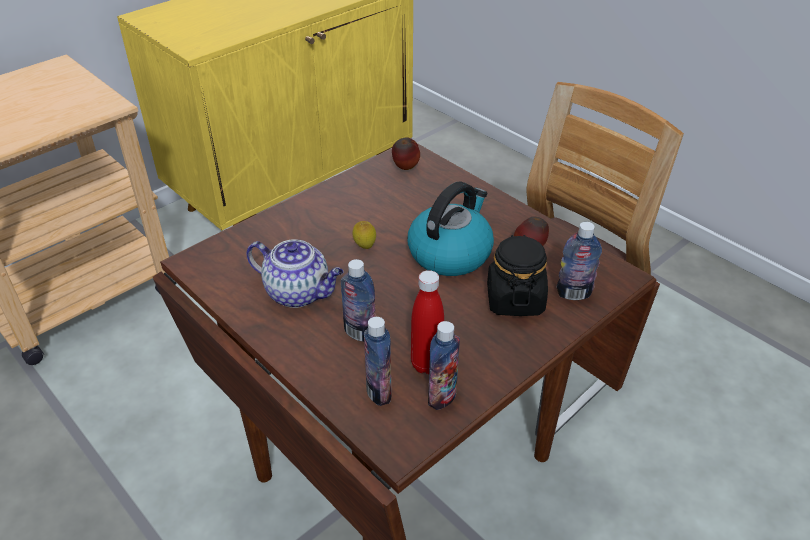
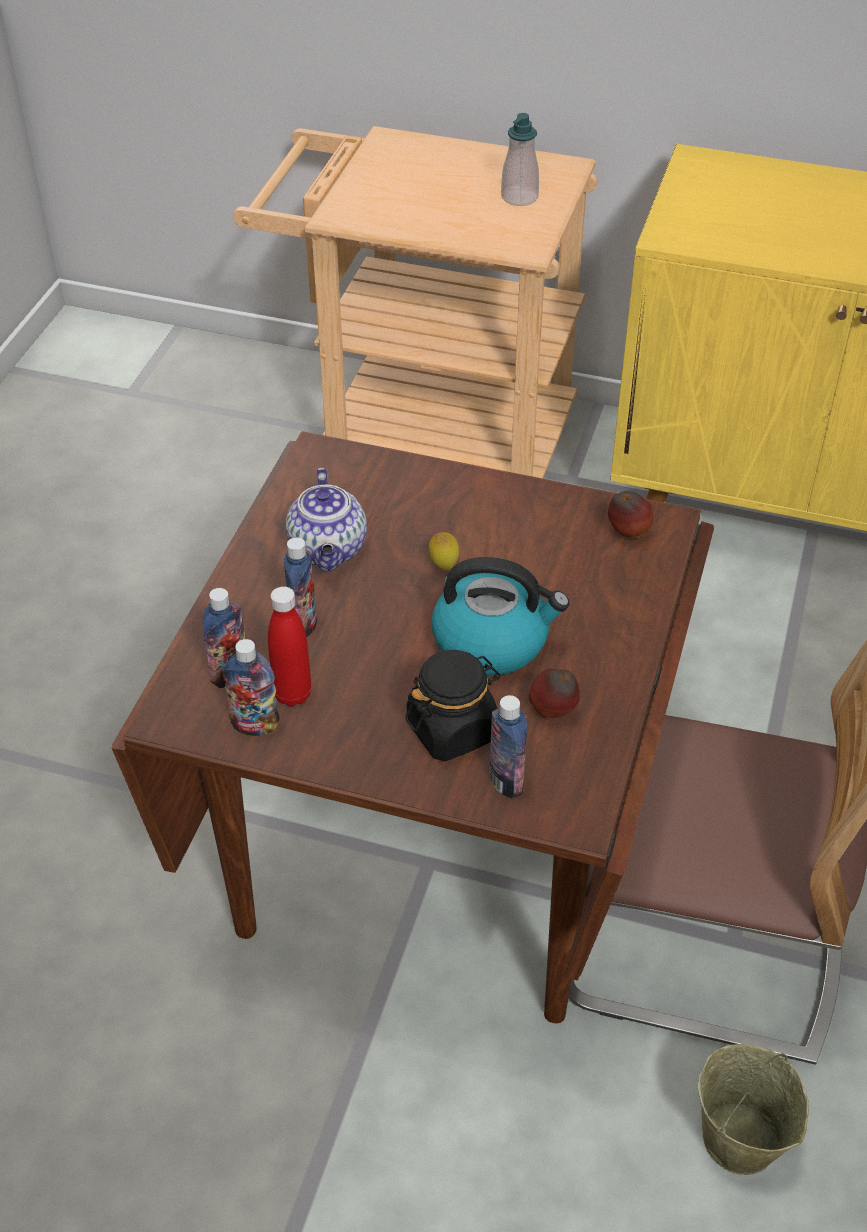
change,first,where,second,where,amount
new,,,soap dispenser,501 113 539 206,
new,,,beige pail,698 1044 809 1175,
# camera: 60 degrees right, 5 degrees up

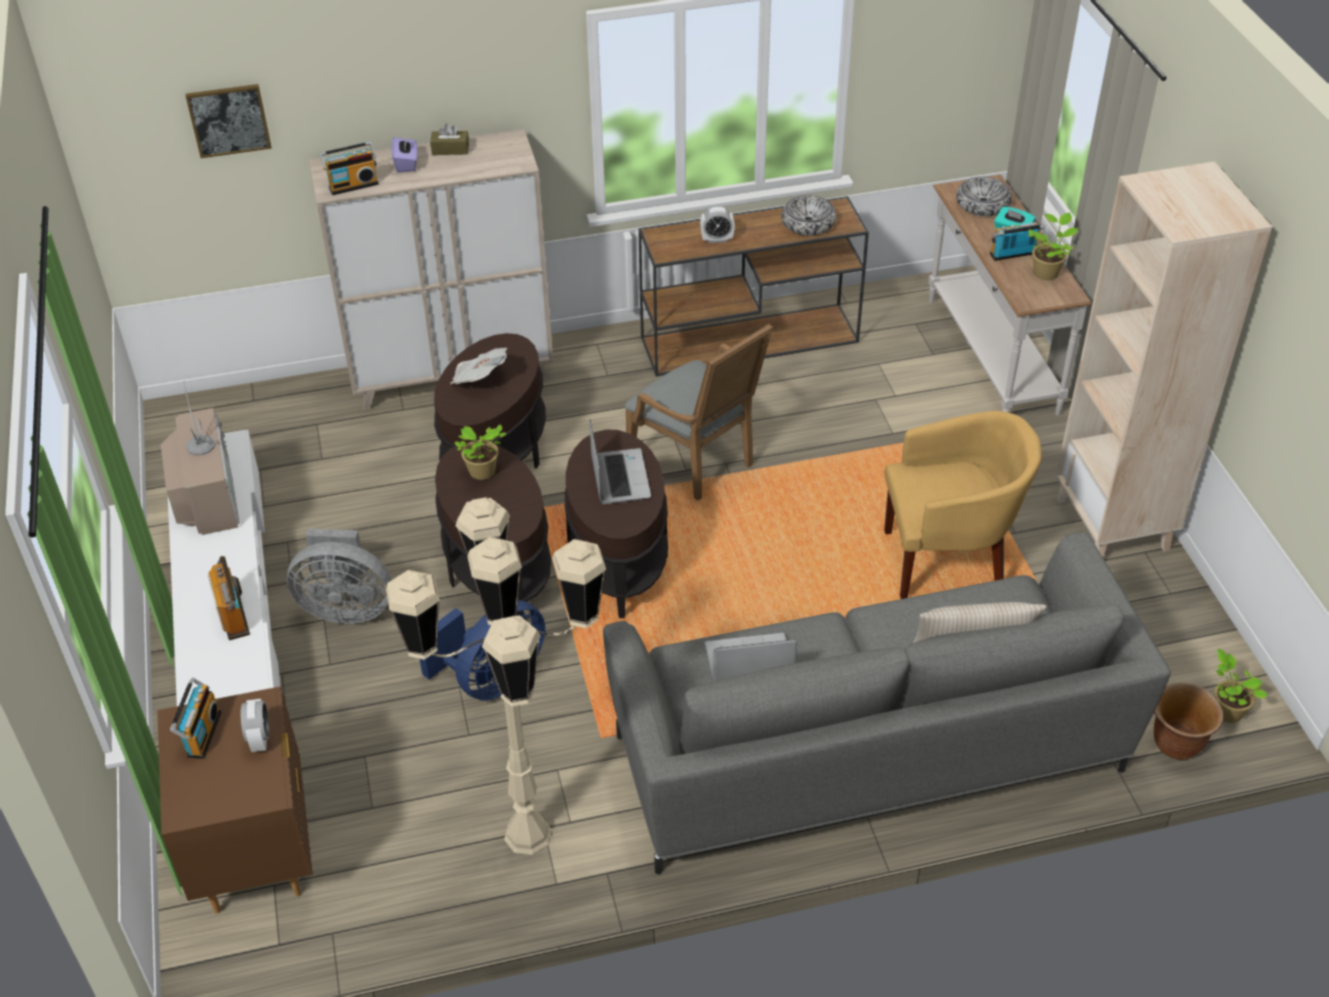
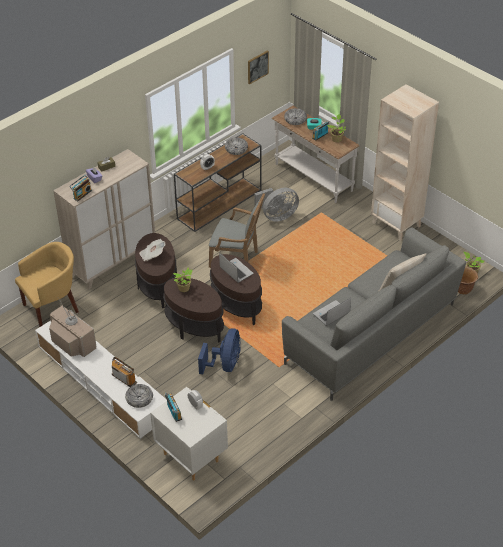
change,first,where,second,where,amount
repainted,brown nightstand,157 686 313 914,white nightstand,150 387 228 481,
shifted,wall art,185 84 272 158,,248 50 269 85,
shifted,grey electric fan,287 528 391 624,,254 188 299 222,
gone,beige standing lamp,386 497 606 855,,,
shifted,yellow lounge chair,884 411 1041 599,,15 242 79 327,
new,,,bowl,125 384 153 408,
# camera: 30 degrees left, 0 degrees up

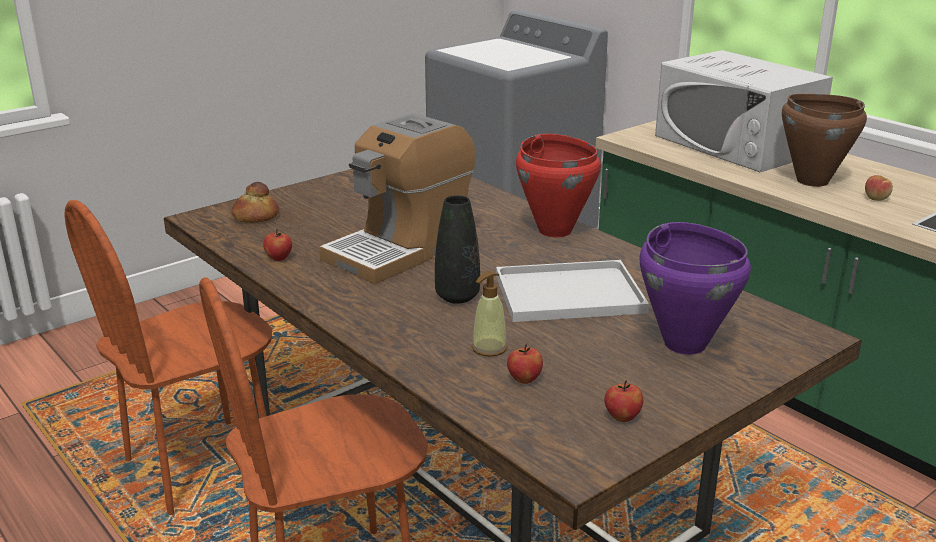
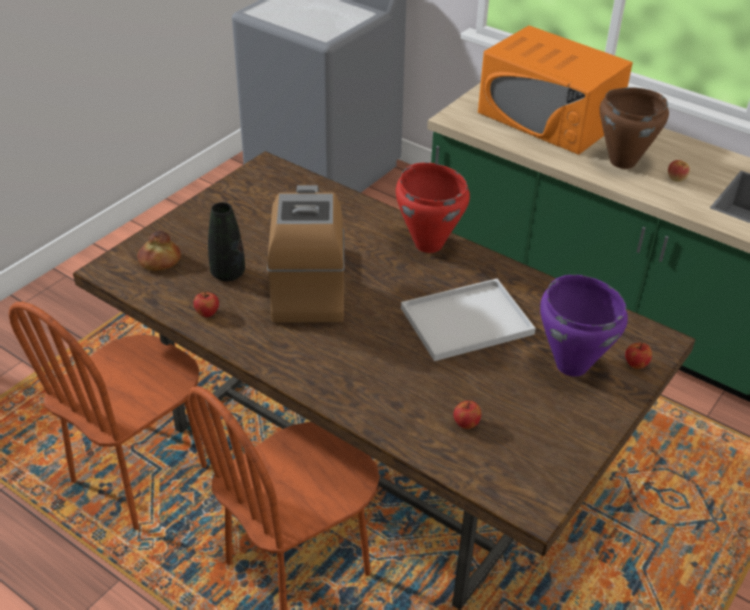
change,first,where,second,where,amount
rotated,coffee machine,319 113 476 284,,267 185 344 323,150 degrees clockwise
shifted,black-coloured vase,435 195 480 304,,208 202 245 282,
gone,soap dispenser,471 271 507 357,,,
shifted,whole apple,605 380 643 422,,625 343 652 369,
repainted,white kitchen microwave,655 50 833 172,orange kitchen microwave,478 25 633 155,
# camera: 15 degrees left, 15 degrees up

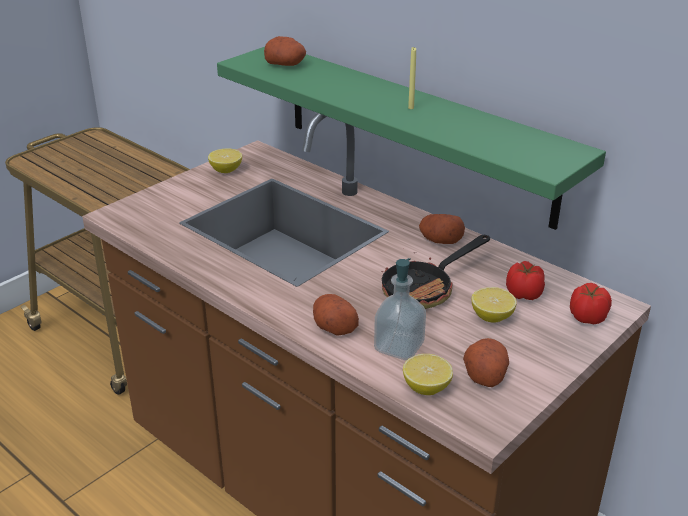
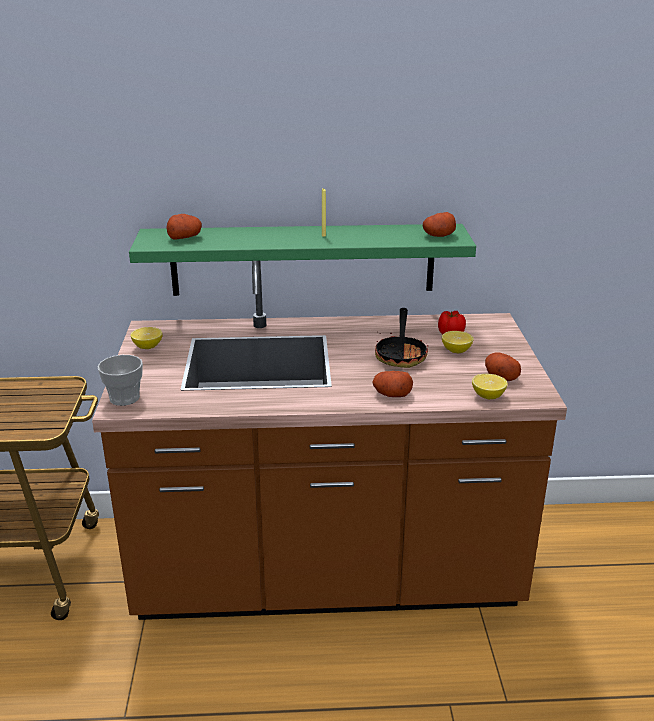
change,first,where,second,where,amount
gone,soap dispenser,374 258 426 360,,,
shifted,spud,419 214 465 244,,423 212 456 237,
gone,fresh tomato,570 283 612 324,,,
new,,,drinking cup,97 355 143 406,
# camera: 45 degrees left, 5 degrees down

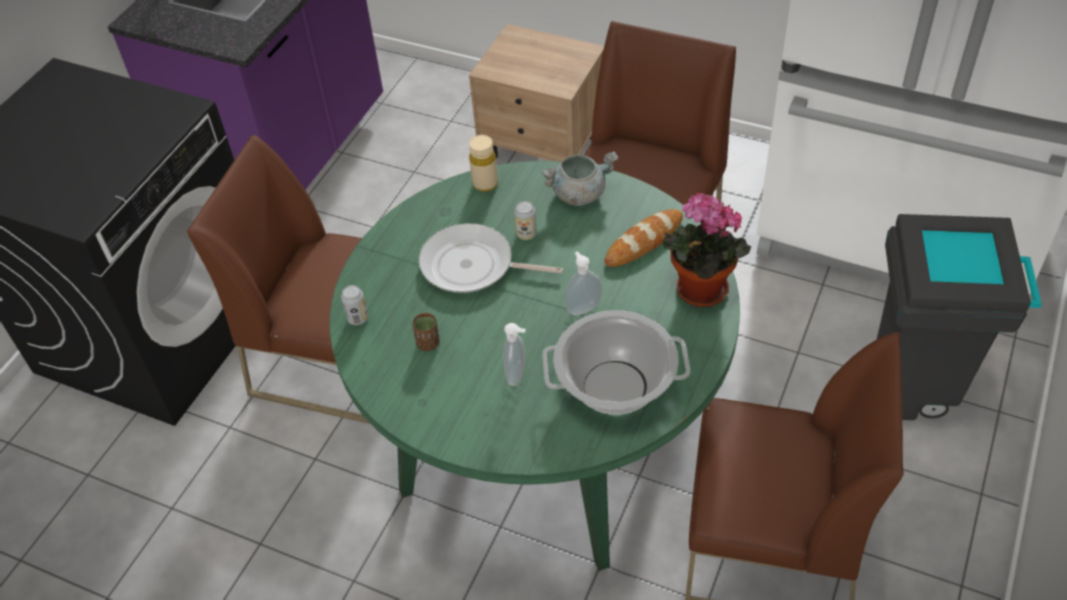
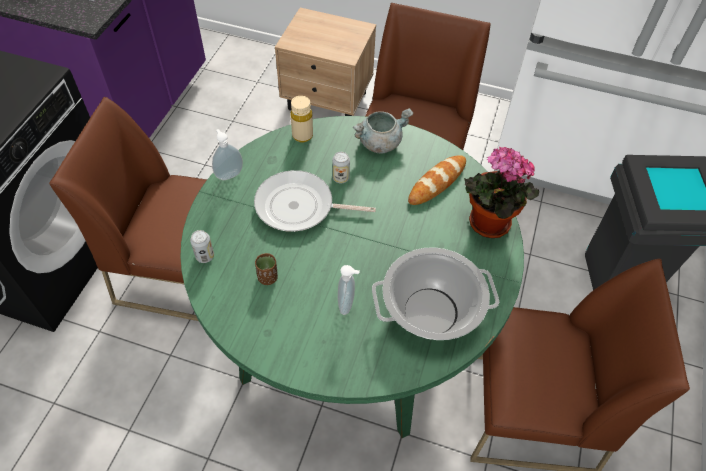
change,first,where,second,where,amount
shifted,soap dispenser,565 251 602 315,,212 129 243 180,
# camera: 10 degrees left, 5 degrees up

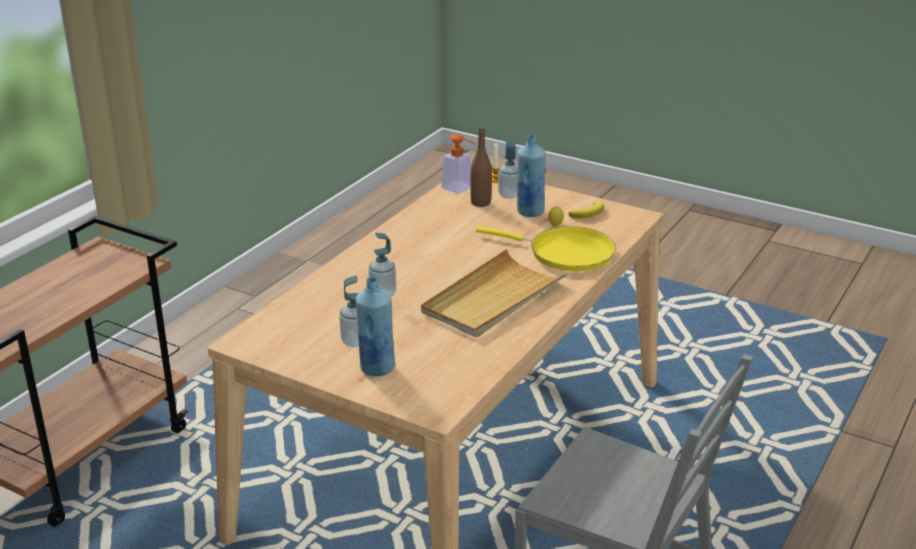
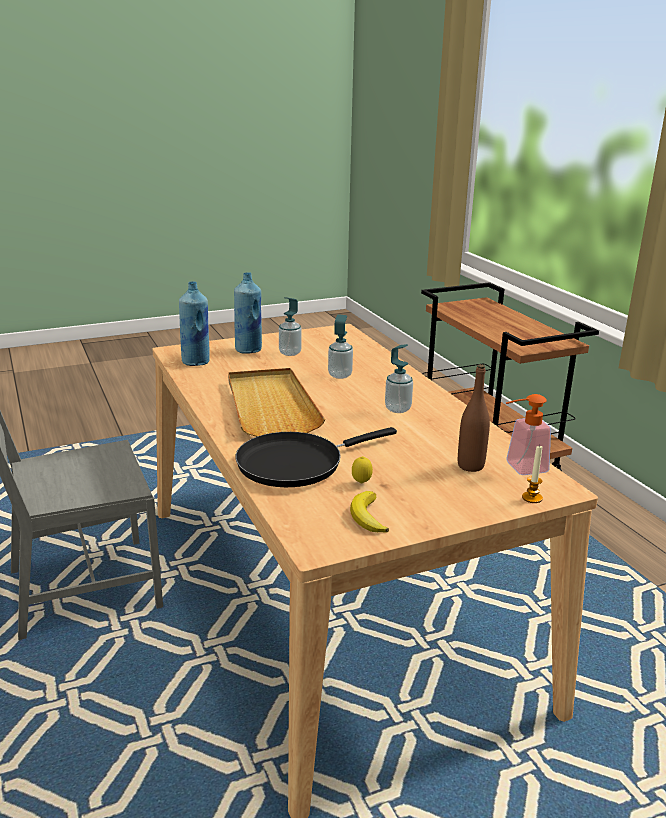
change,first,where,second,where,amount
repainted,yellow skillet,476 226 616 271,black-coloured skillet,235 427 397 487,
shifted,soap dispenser,498 140 517 199,,385 344 413 413,
shifted,blue bottle,517 135 546 217,,179 281 210 366,
# camera: 125 degrees right, 5 degrees down

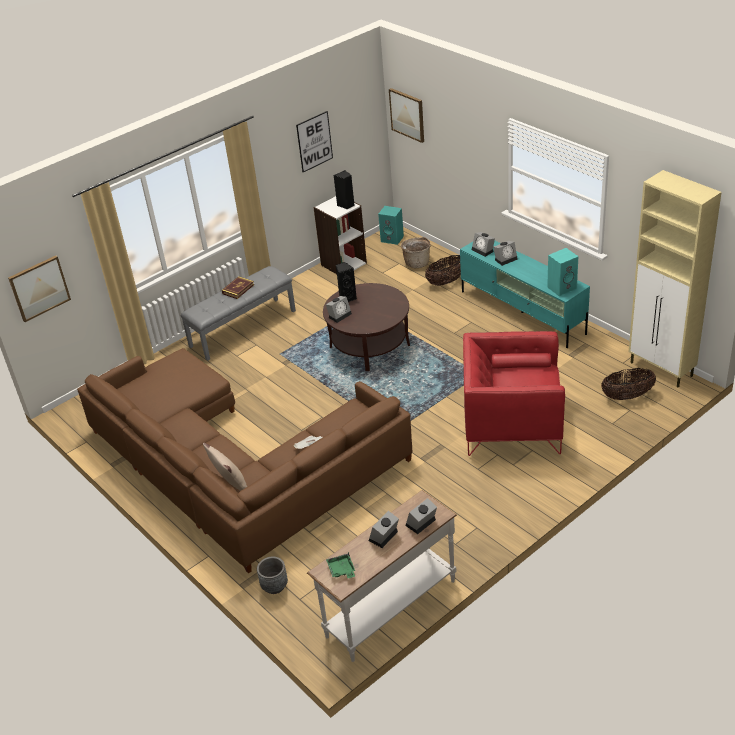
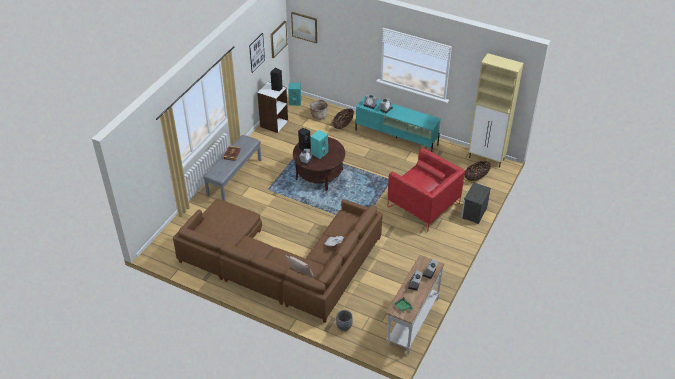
change,first,where,second,where,amount
shifted,wall art,8 255 71 322,,270 21 287 58,
rotated,reddish lounge chair,463 331 565 456,,387 148 465 232,120 degrees counterclockwise
shifted,turquoise loudspeaker,547 248 578 296,,310 130 328 159,
new,,,nightstand,461 182 491 224,
# camera: 25 degrees left, 5 degrees up

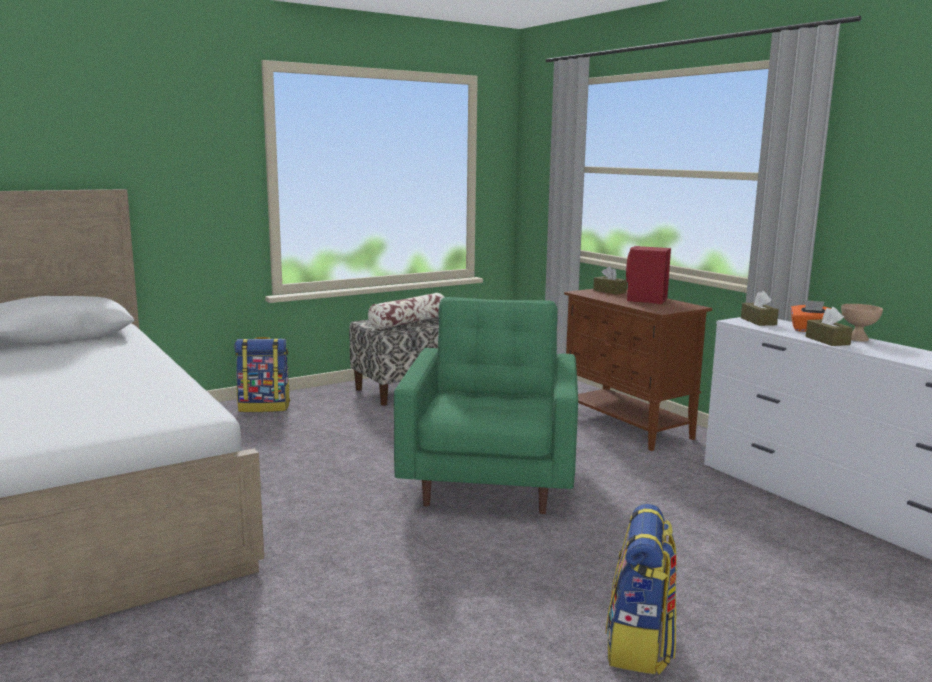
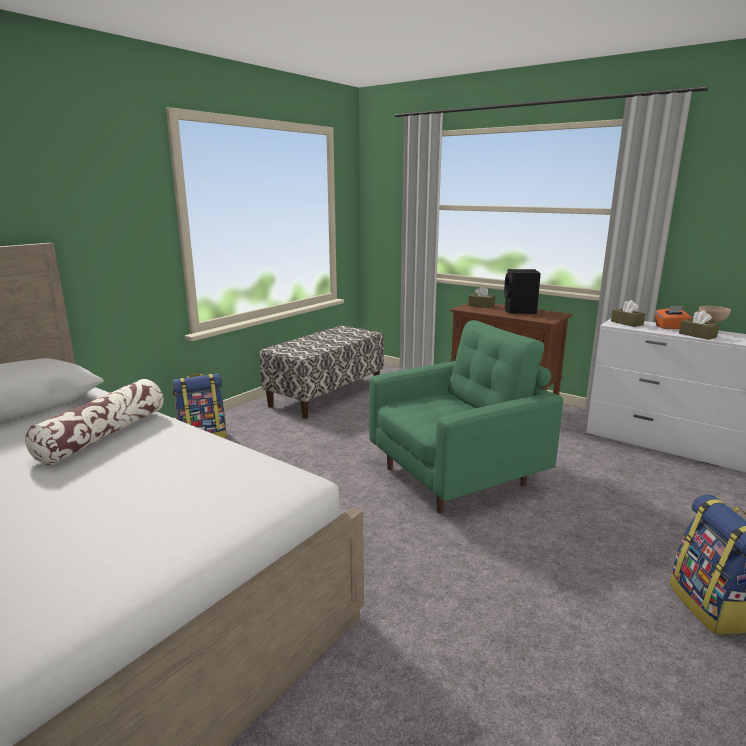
change,first,where,second,where,amount
shifted,cushion,368 293 444 330,,25 379 163 465,
rotated,greenish lounge chair,394 297 578 514,,369 320 563 513,75 degrees clockwise
repainted,reddish loudspeaker,626 246 671 304,black-coloured loudspeaker,504 269 541 314,
# camera: 20 degrees left, 5 degrees up

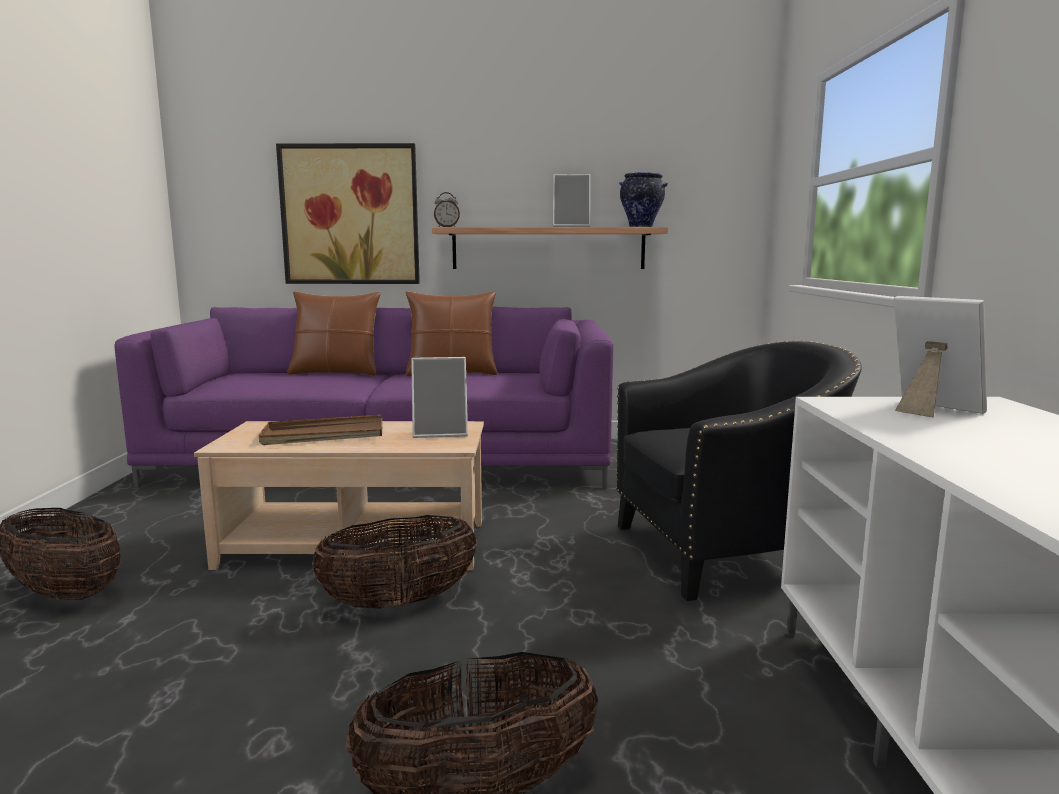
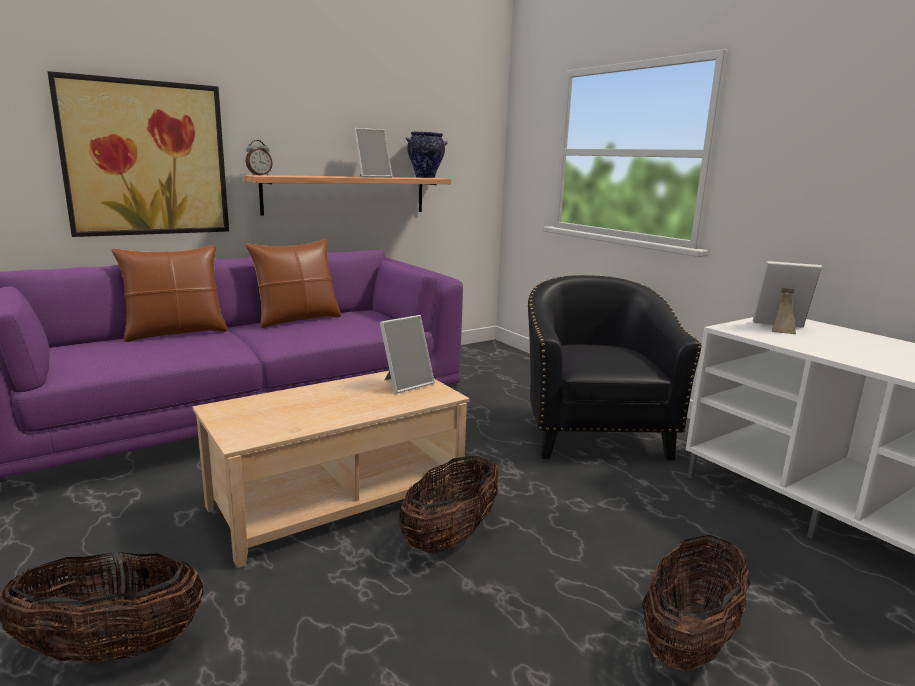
change,first,where,second,where,amount
gone,brown tray,259 415 382 445,,,
rotated,black-coloured lounge chair,616 341 862 601,,528 275 701 460,45 degrees counterclockwise
# camera: 35 degrees left, 5 degrees up

